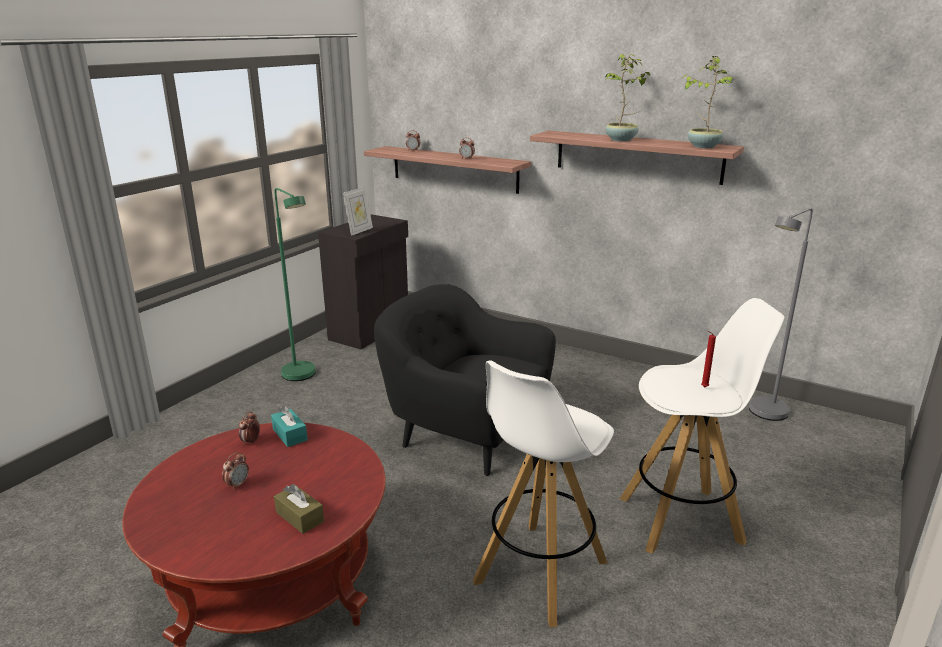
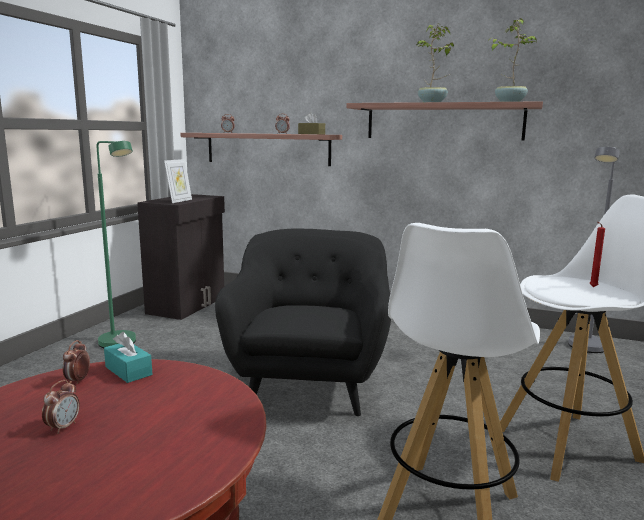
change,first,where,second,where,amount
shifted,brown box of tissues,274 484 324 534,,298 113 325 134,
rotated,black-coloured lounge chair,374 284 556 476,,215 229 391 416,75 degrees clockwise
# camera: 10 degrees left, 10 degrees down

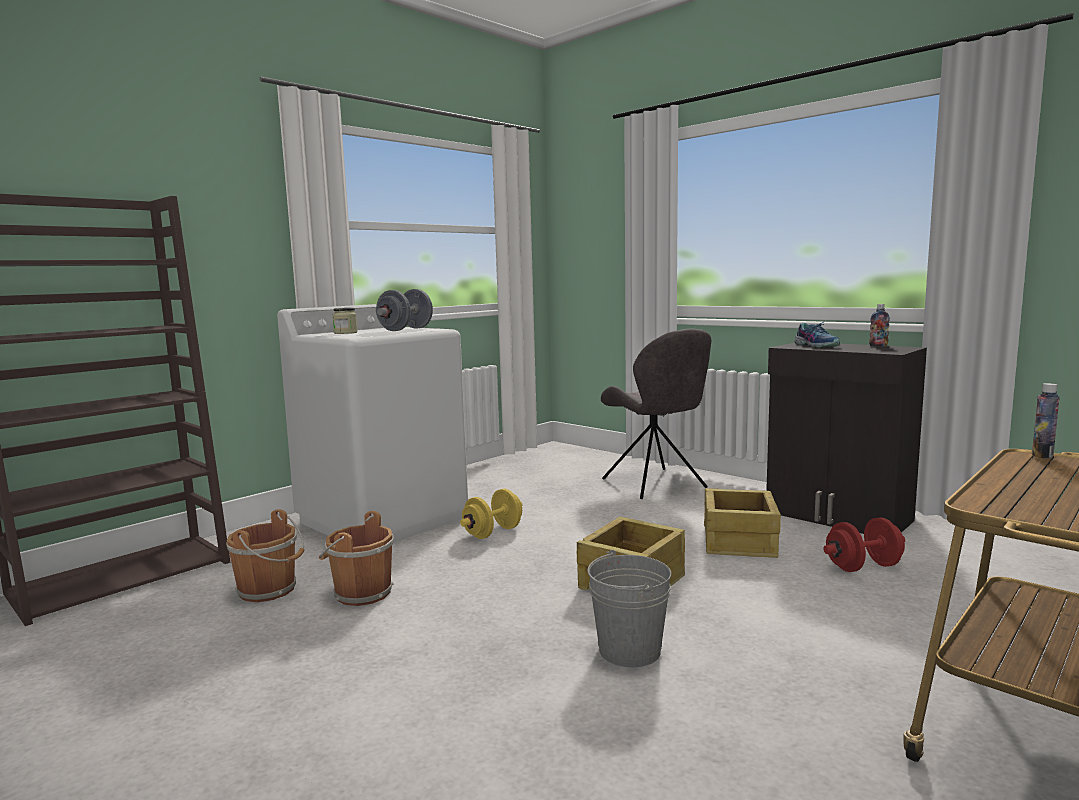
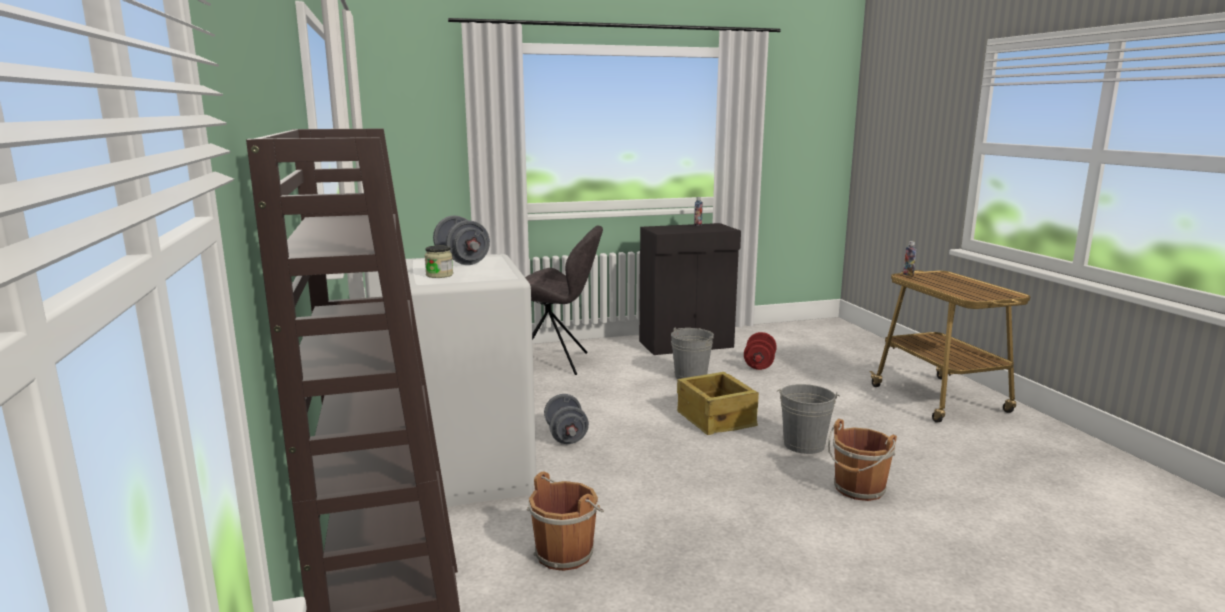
change,first,where,second,where,amount
shifted,brown pail,319 511 394 606,,828 419 897 501,
repainted,yellow free weight,460 489 522 539,grey free weight,544 394 589 444,
swapped,crate,704 488 781 558,grey pail,671 328 714 379,
gone,shoe,794 321 840 348,,,
# camera: 60 degrees left, 5 degrees up

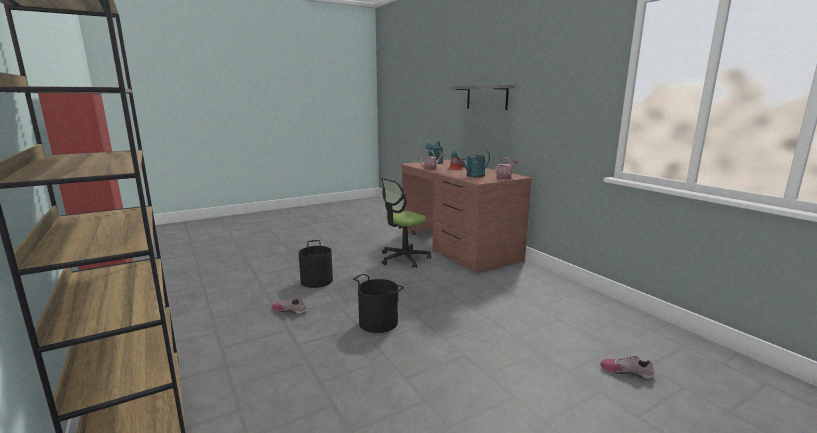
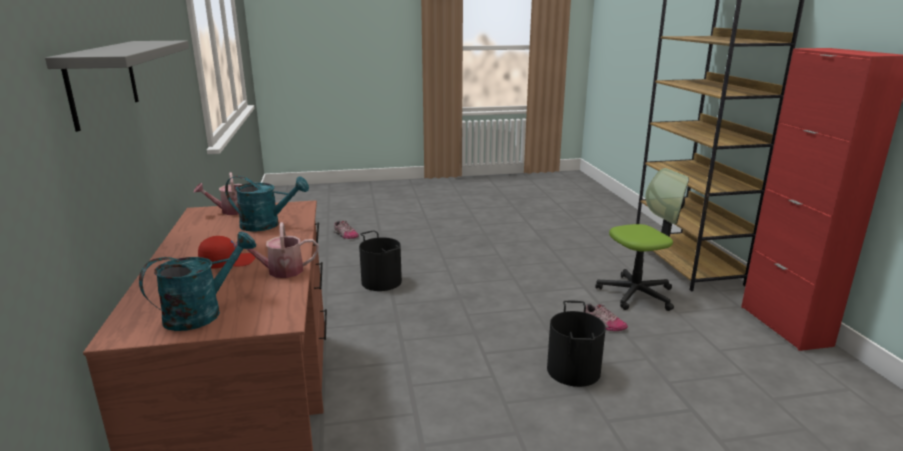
change,first,where,second,where,amount
shifted,black-coloured pail,353 274 404 333,,359 230 402 291,
shifted,office chair,381 178 431 268,,595 168 689 311,
# camera: 160 degrees left, 5 degrees up

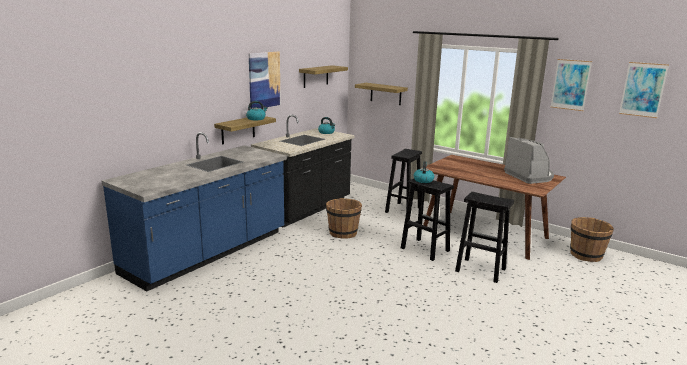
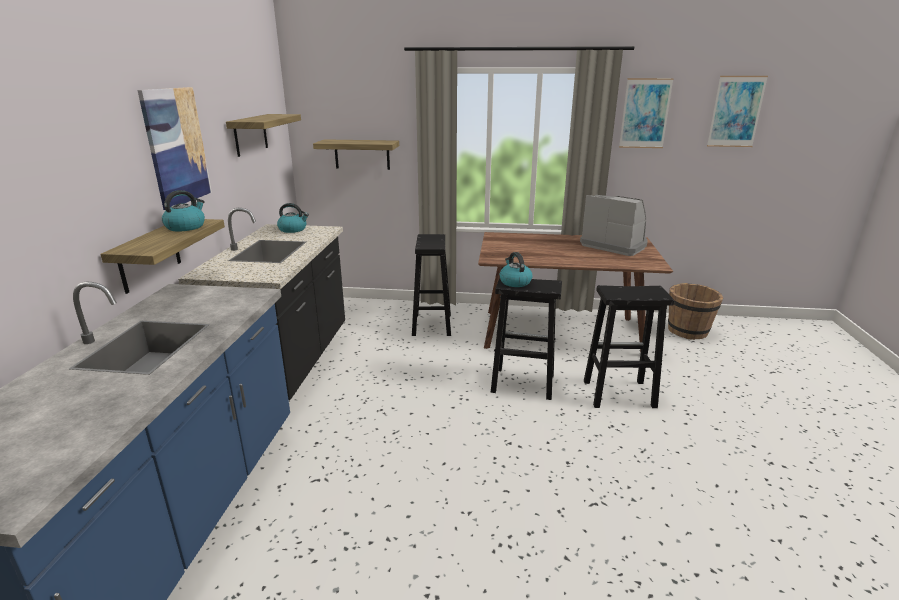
change,first,where,second,where,amount
gone,brown pail,326 198 362 238,,,
# camera: 30 degrees left, 5 degrees up

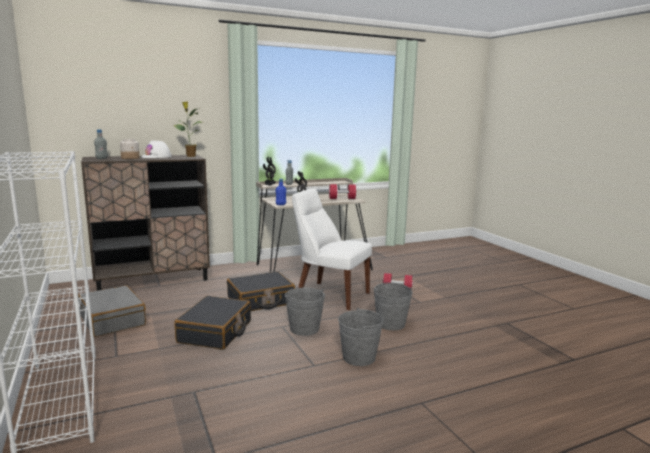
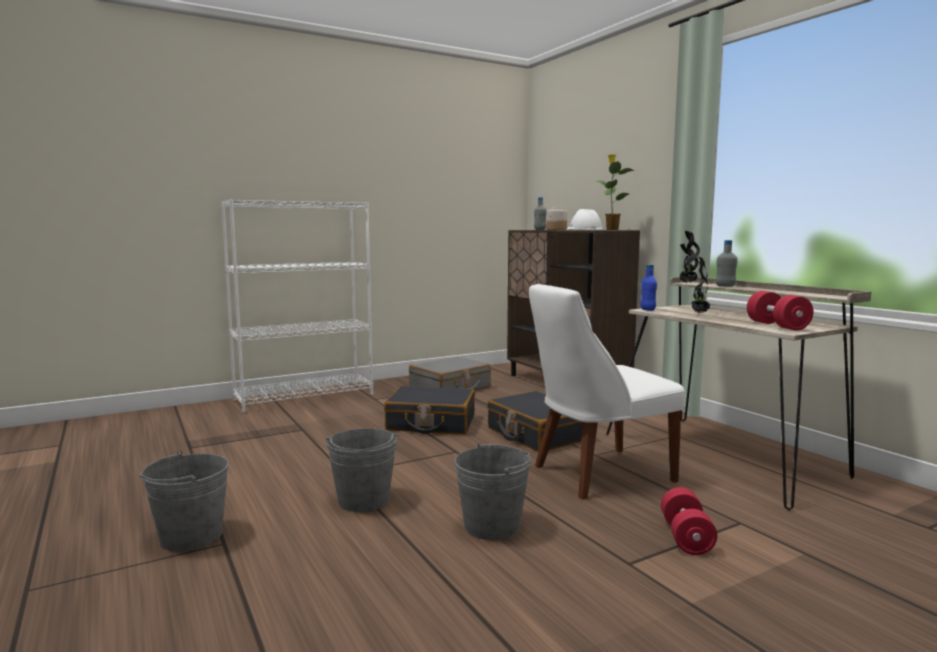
change,first,where,second,where,amount
shifted,grey pail,285 287 325 336,,140 451 229 552,
rotated,white plain chair,292 189 372 310,,529 284 685 500,135 degrees counterclockwise
# camera: 85 degrees right, 5 degrees down

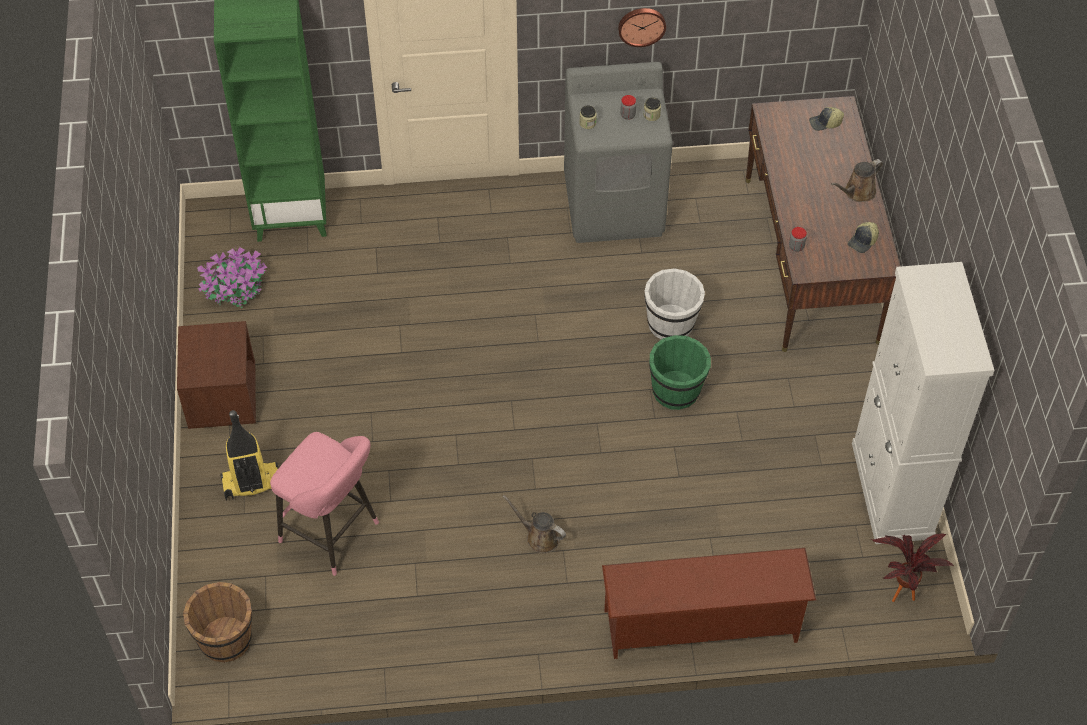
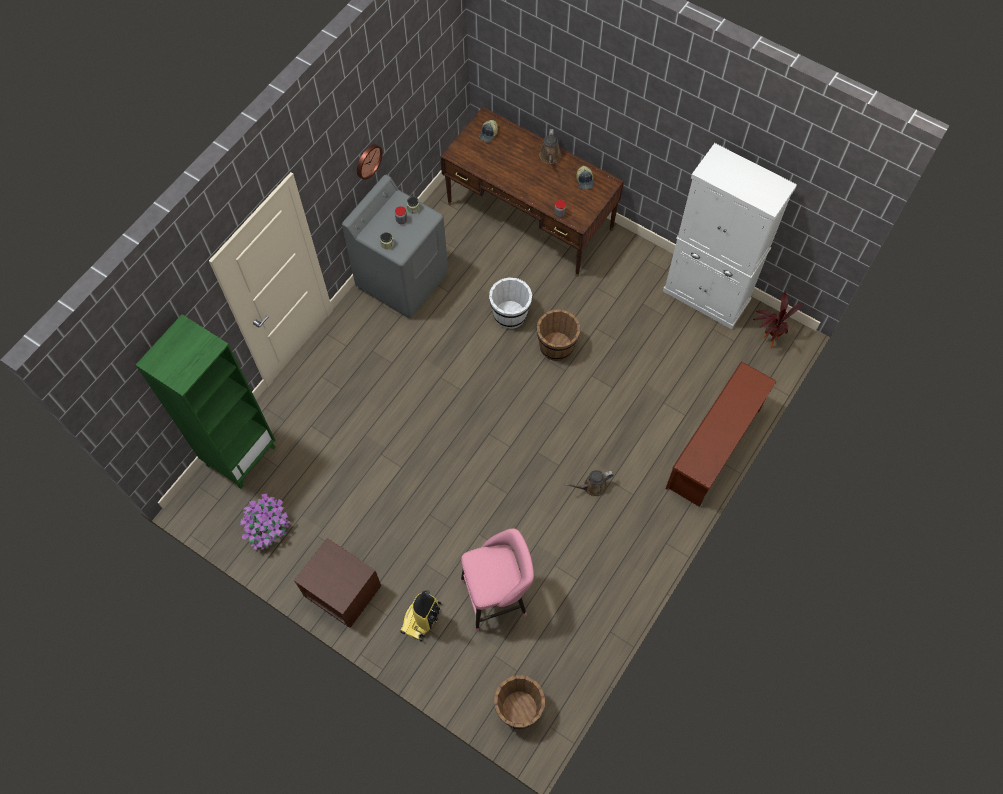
change,first,where,second,where,amount
repainted,greenish pail,649 335 711 410,brown pail,537 310 580 361,
# camera: 50 degrees left, 10 degrees up

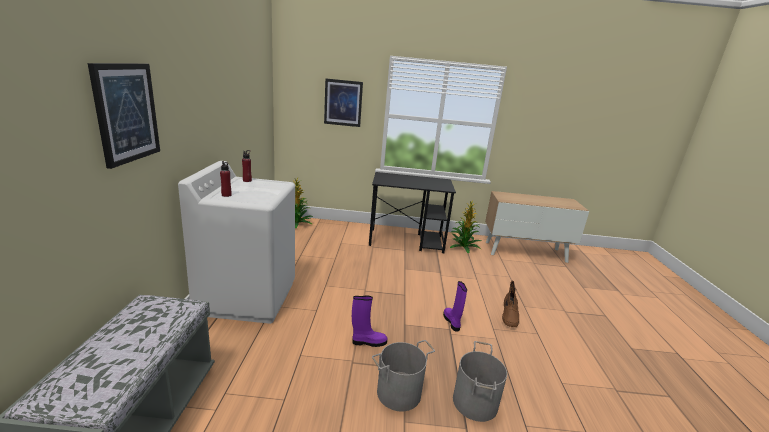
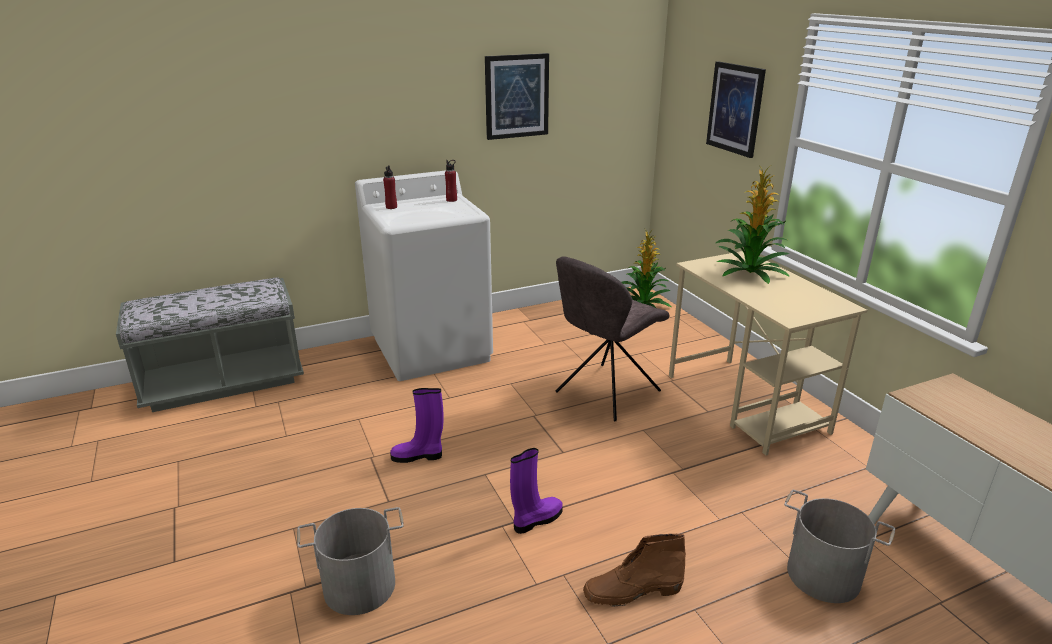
change,first,where,second,where,amount
shifted,wall art,88 63 160 169,,485 53 549 140,
rotated,purplish boot,352 296 387 347,,390 388 444 463,120 degrees clockwise
repainted,black-coloured desk unit,369 172 456 253,beige desk unit,669 251 867 455,
shifted,grey pail,372 340 435 411,,784 490 895 603,
shifted,plant in a pot,450 200 481 254,,716 164 790 284,
new,,,grey plain chair,556 256 670 421,
# camera: 65 degrees right, 5 degrees up

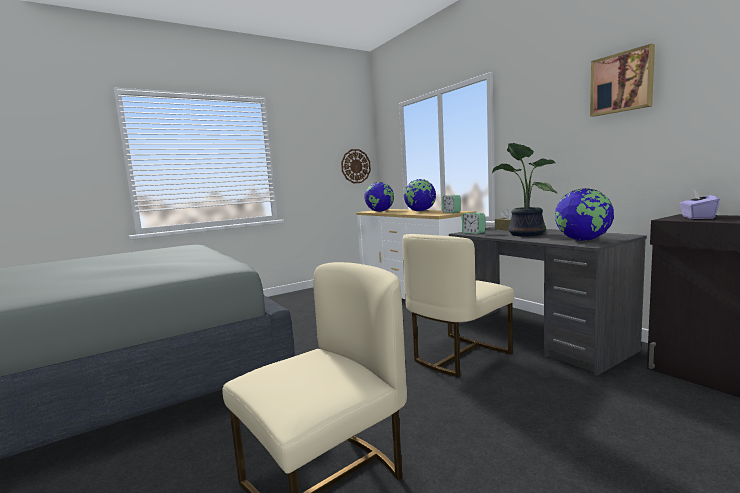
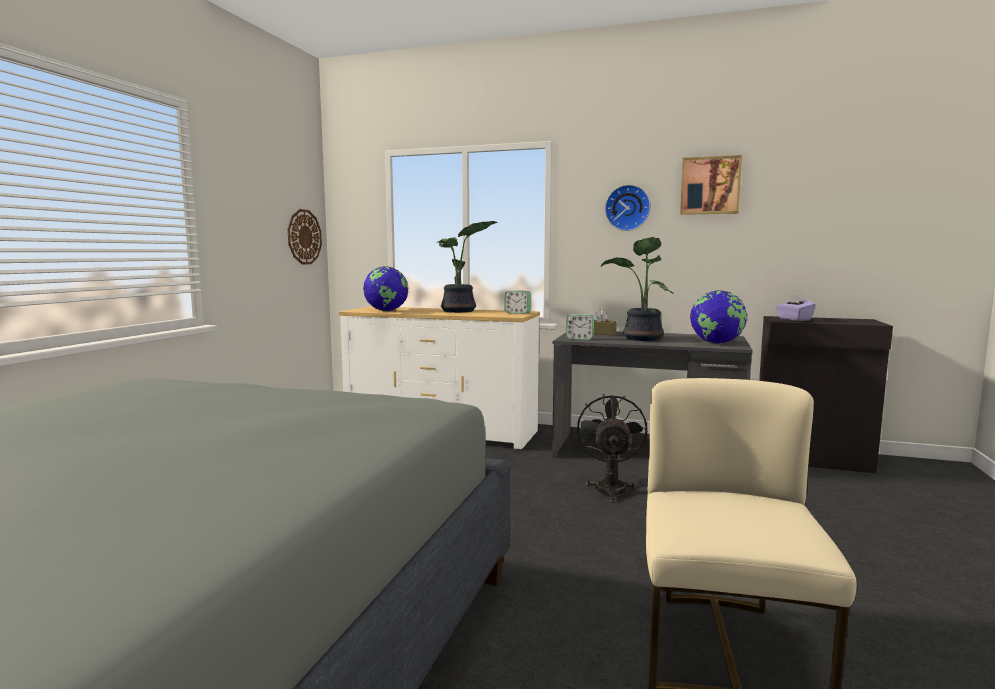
change,first,where,second,where,amount
swapped,beige plain chair,402 234 514 377,black-coloured electric fan,577 393 647 503,
swapped,globe,404 179 436 212,plant in a pot,438 221 498 313,
new,,,hanging clock,605 185 651 231,
# camera: 40 degrees left, 0 degrees up

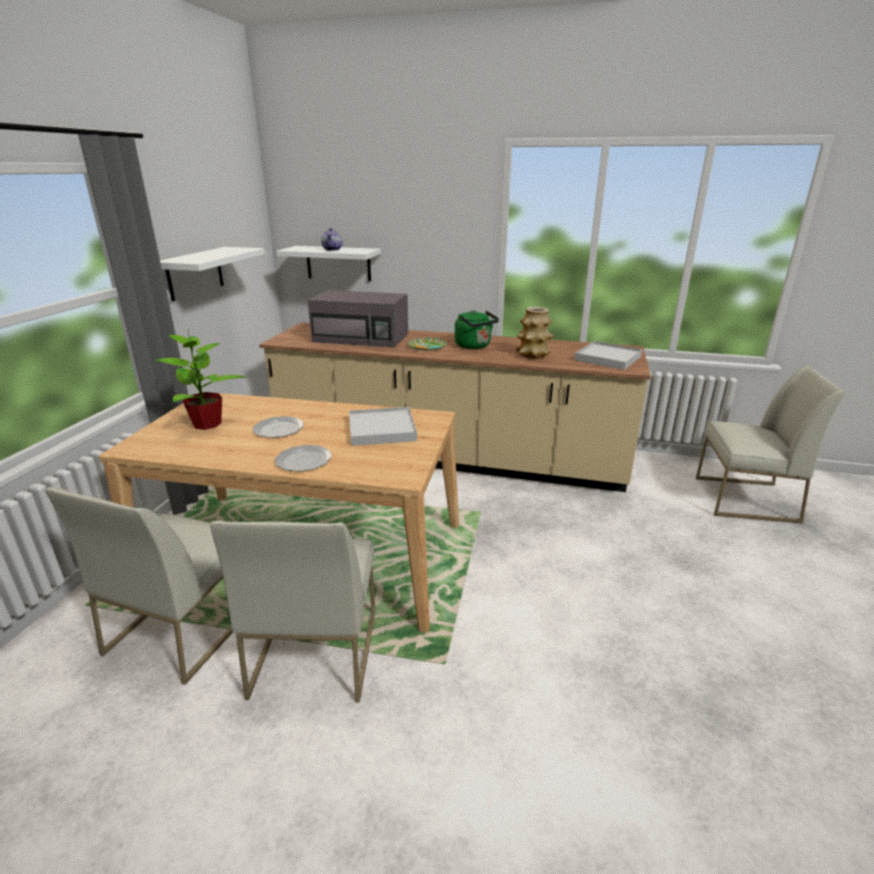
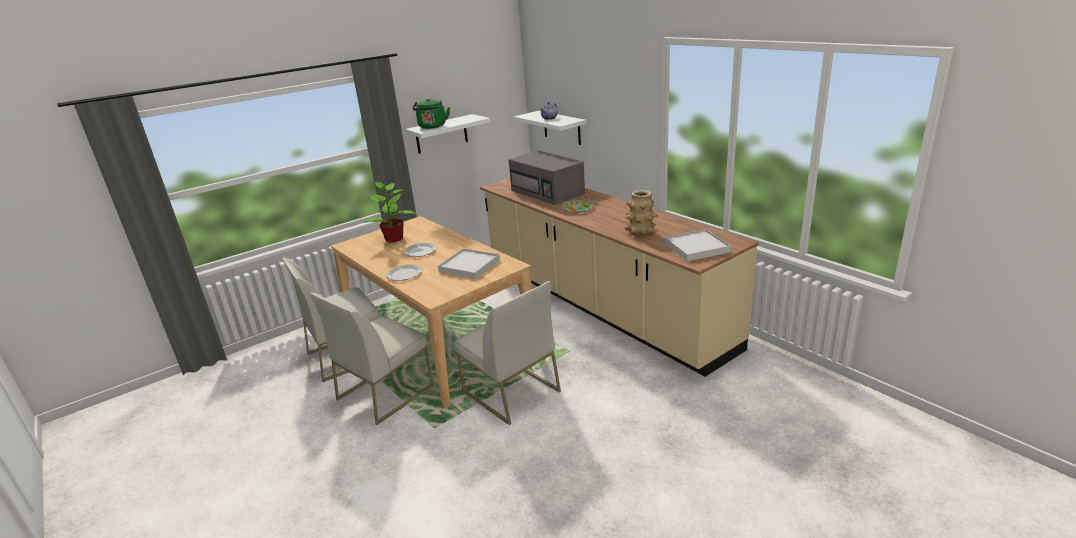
change,first,where,second,where,amount
shifted,greenish tea kettle,455 310 499 349,,412 99 450 129,
shifted,white plain chair,696 365 845 524,,454 281 561 425,
# camera: 40 degrees right, 0 degrees up

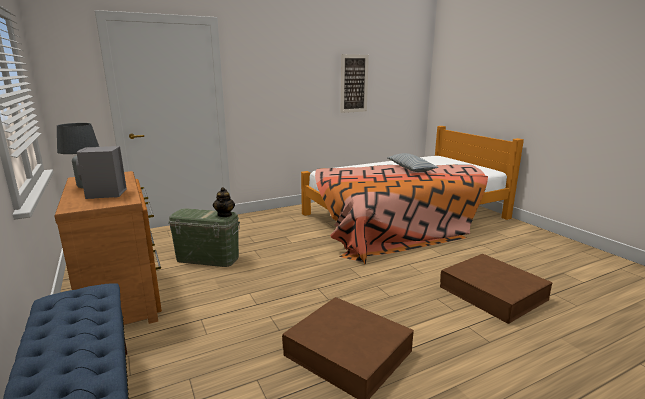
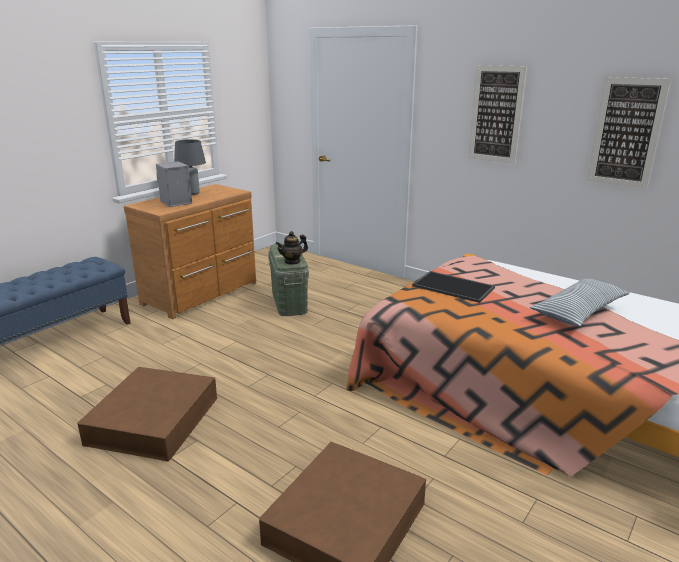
change,first,where,second,where,amount
new,,,tray,412 271 495 303,
new,,,wall art,468 65 527 164,
# camera: 65 degrees right, 5 degrees up

